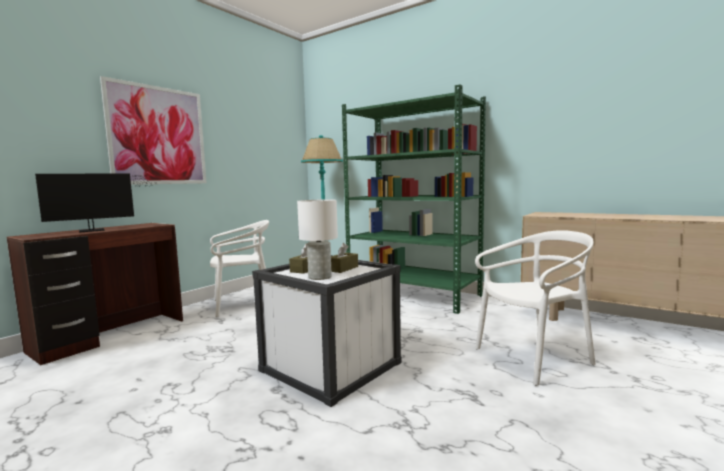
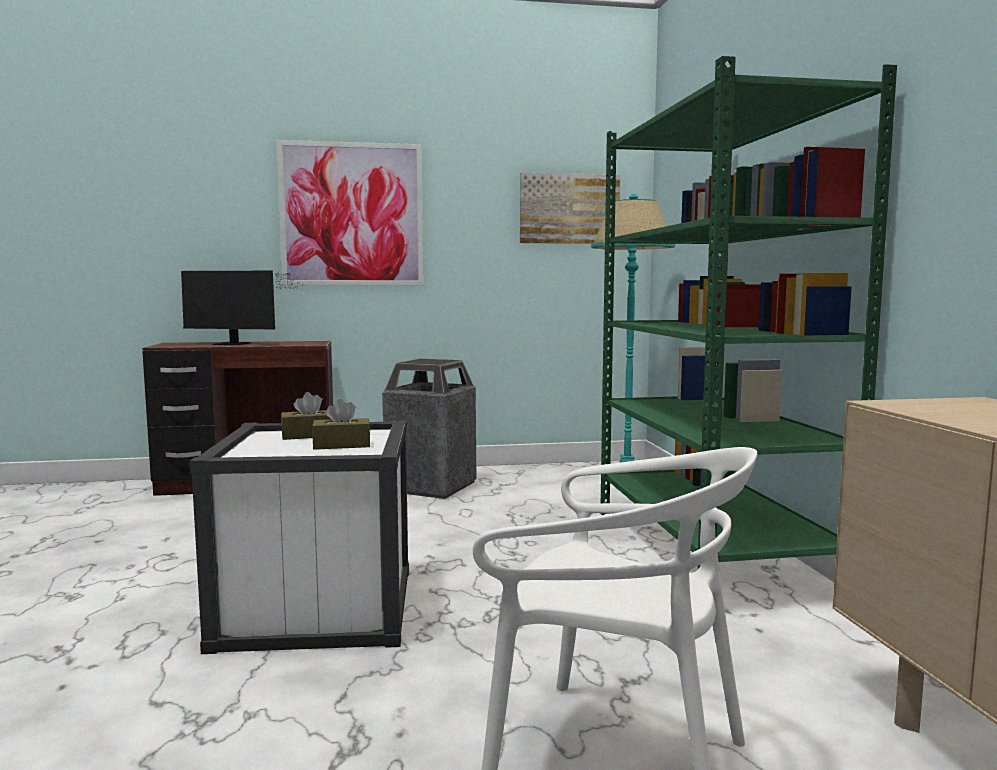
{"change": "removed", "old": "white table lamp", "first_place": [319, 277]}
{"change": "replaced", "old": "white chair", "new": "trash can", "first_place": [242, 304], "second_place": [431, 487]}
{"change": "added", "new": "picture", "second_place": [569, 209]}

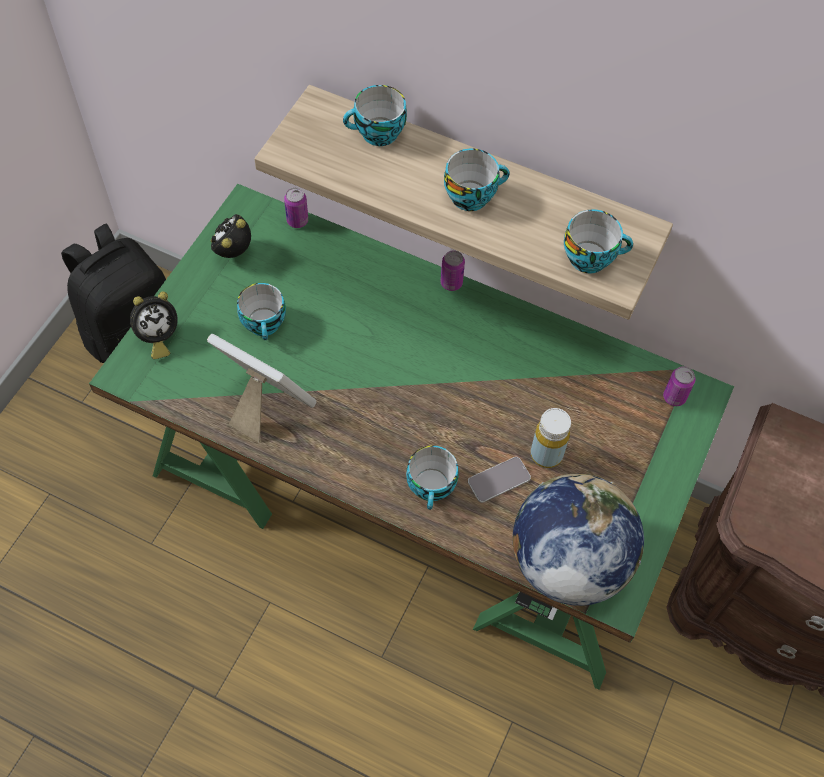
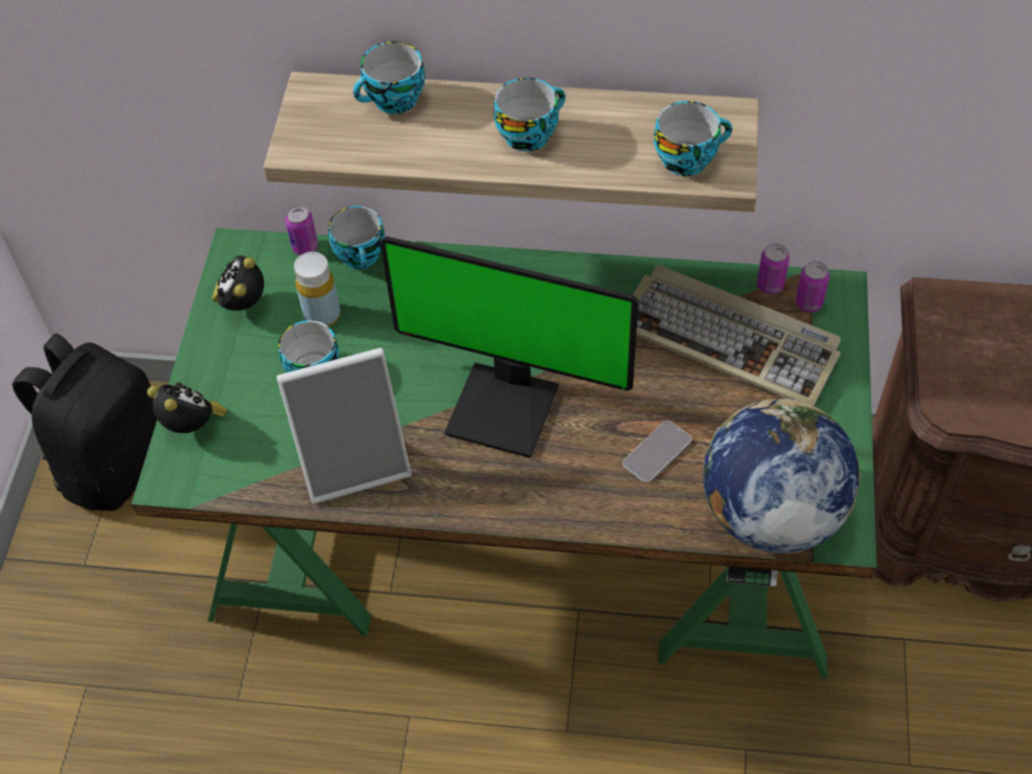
{"change": "moved", "old": "can", "first_place": [451, 283], "second_place": [770, 285]}
{"change": "turned", "old": "alarm clock", "first_place": [157, 338], "second_place": [193, 426], "degrees": -90}
{"change": "turned", "old": "picture frame", "first_place": [265, 406], "second_place": [354, 460], "degrees": 150}
{"change": "moved", "old": "yellow bottle", "first_place": [546, 454], "second_place": [322, 315]}
{"change": "moved", "old": "cup", "first_place": [432, 488], "second_place": [362, 256]}
{"change": "added", "new": "monitor", "second_place": [506, 406]}
{"change": "added", "new": "keyboard", "second_place": [730, 339]}

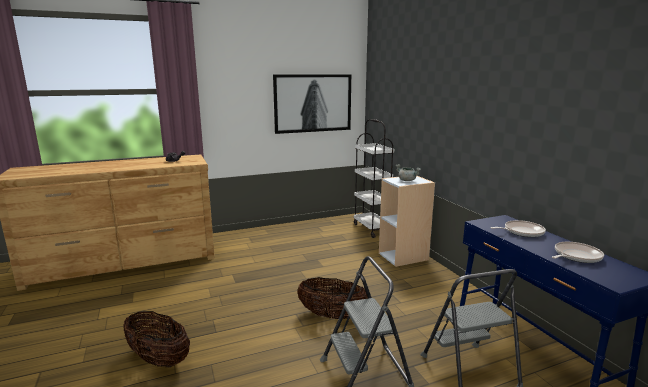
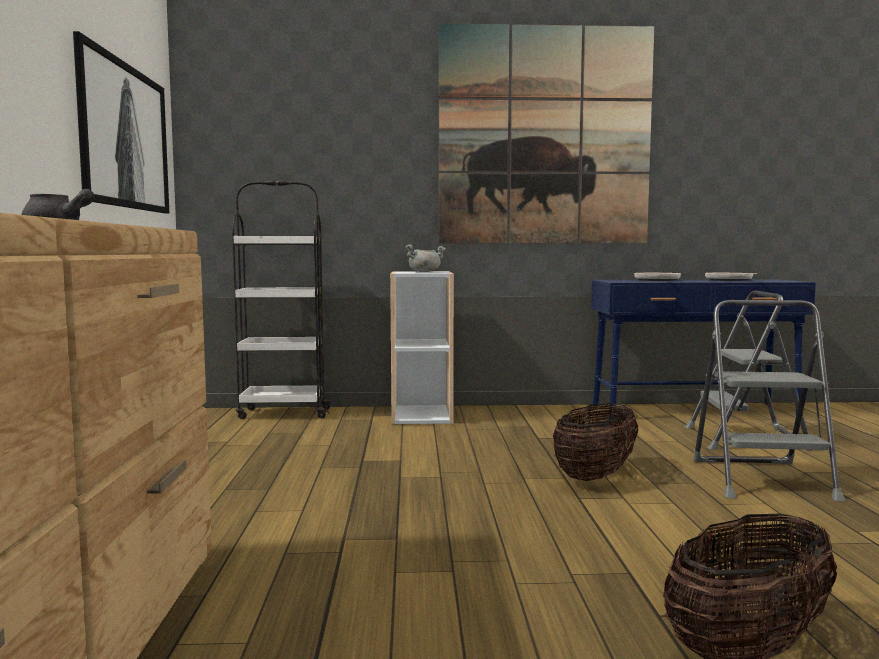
{"change": "added", "new": "picture", "second_place": [544, 136]}

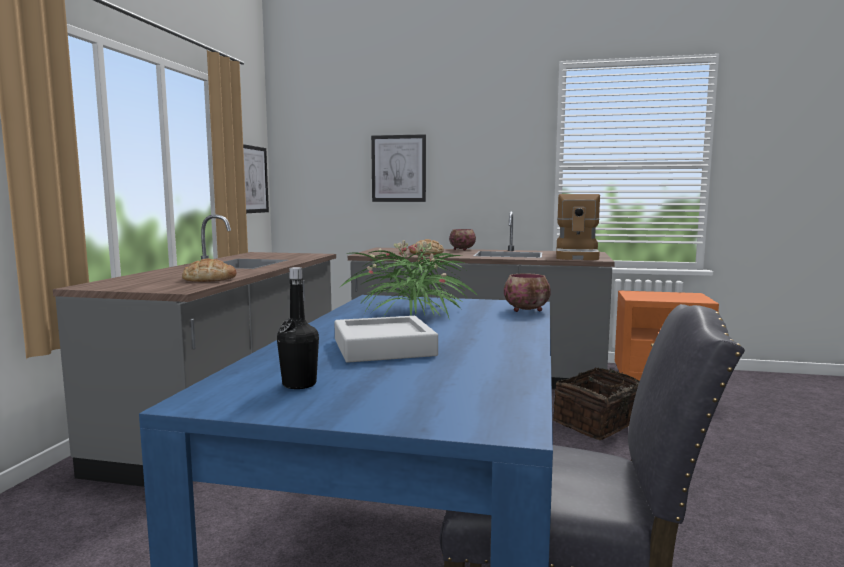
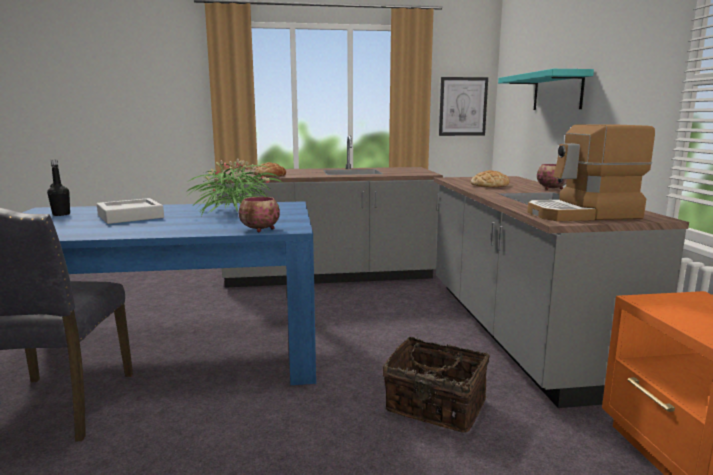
{"change": "replaced", "old": "picture", "new": "turquoise shelf", "first_place": [398, 168], "second_place": [557, 92]}

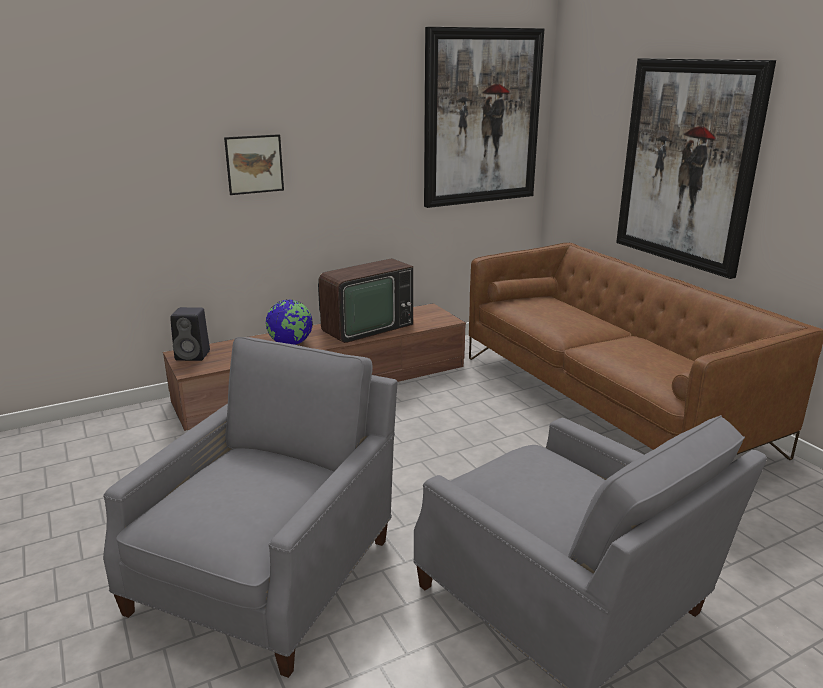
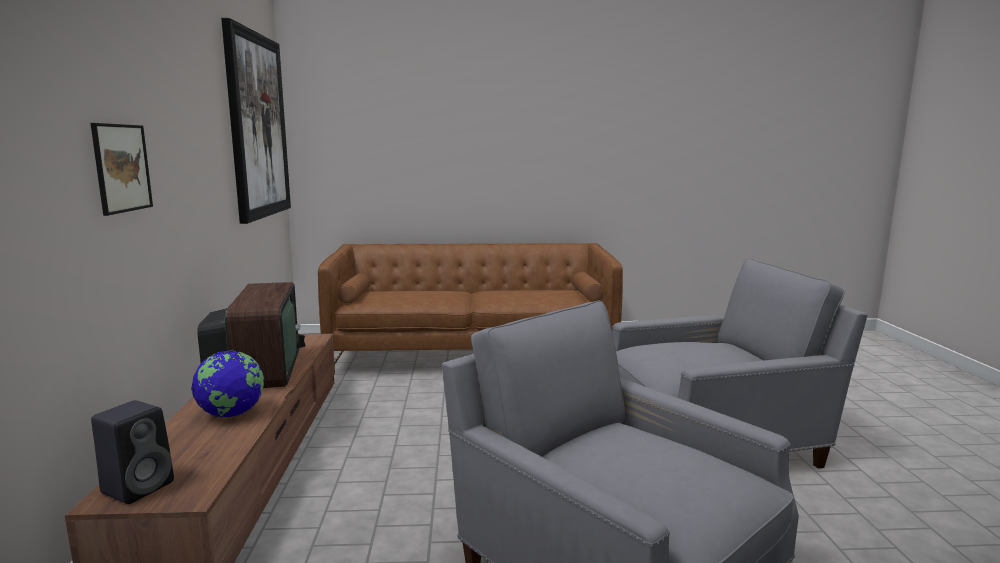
{"change": "removed", "old": "picture", "first_place": [687, 164]}

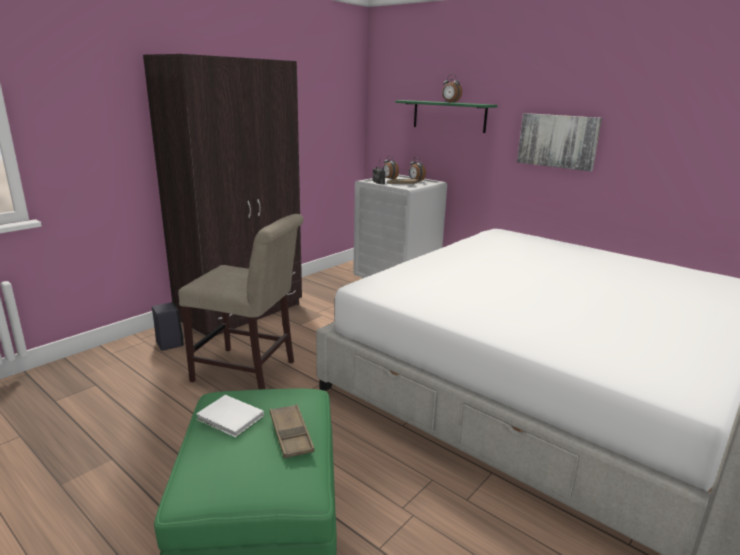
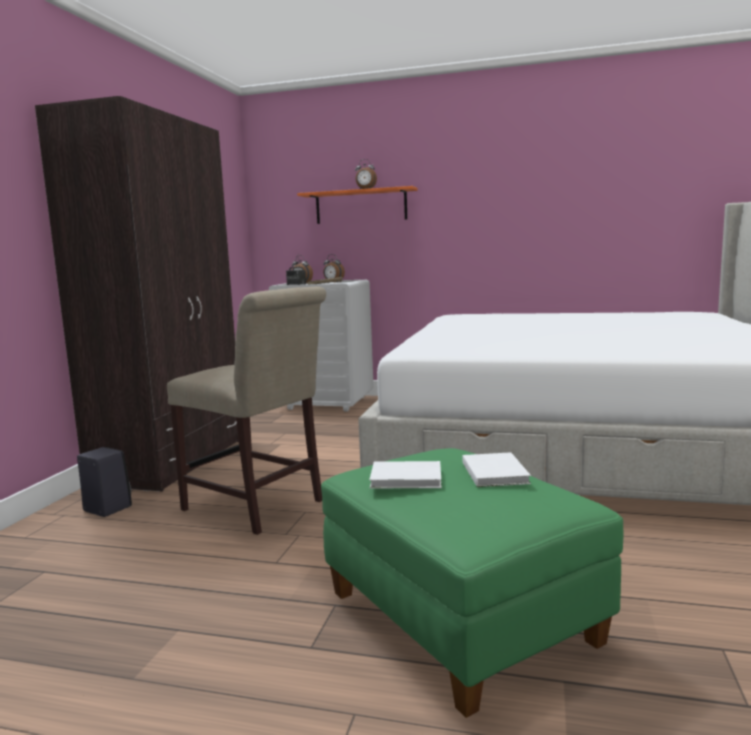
{"change": "recoloured", "old": "green shelf", "new": "orange shelf", "first_place": [449, 116], "second_place": [361, 206]}
{"change": "removed", "old": "picture", "first_place": [557, 141]}
{"change": "turned", "old": "beige chair", "first_place": [249, 372], "second_place": [258, 507], "degrees": 45}
{"change": "replaced", "old": "brown tray", "new": "white book", "first_place": [291, 435], "second_place": [495, 472]}

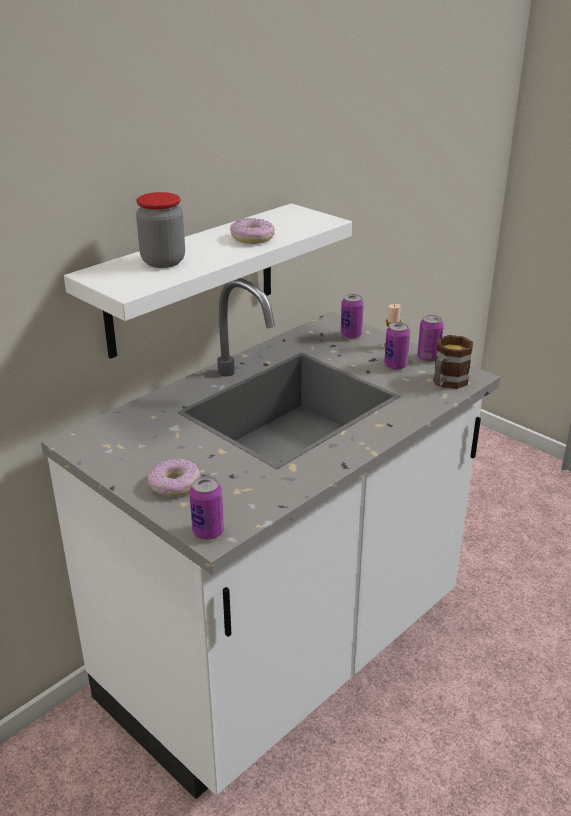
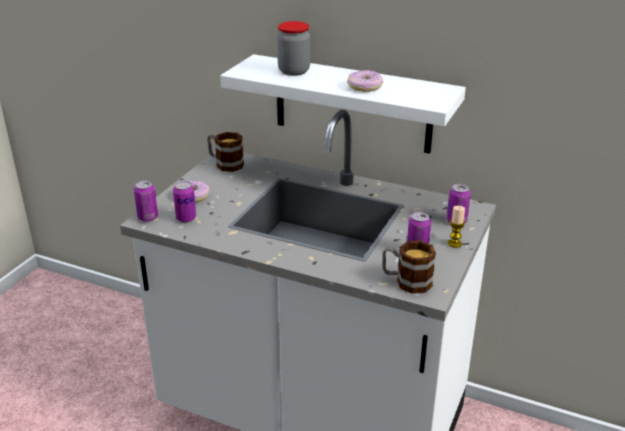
{"change": "moved", "old": "can", "first_place": [428, 358], "second_place": [186, 218]}
{"change": "added", "new": "mug", "second_place": [225, 164]}

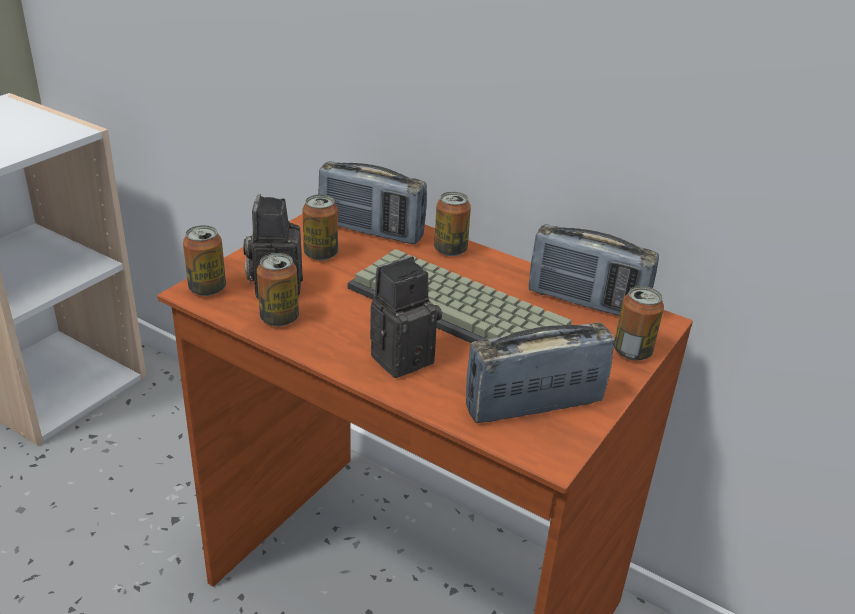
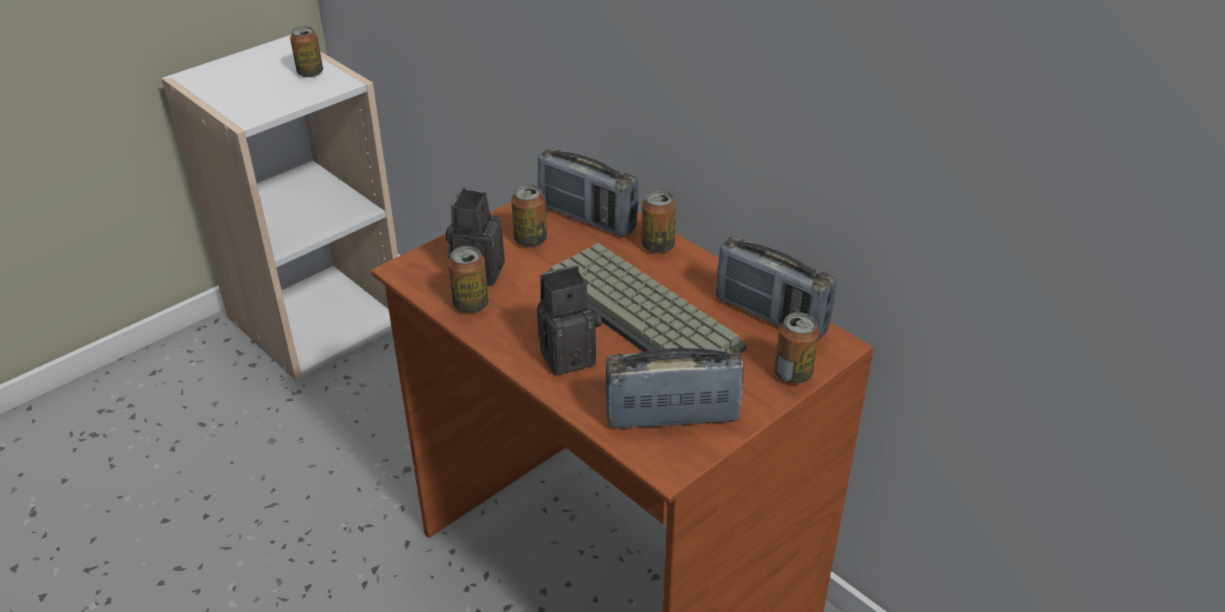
{"change": "moved", "old": "can", "first_place": [207, 288], "second_place": [310, 73]}

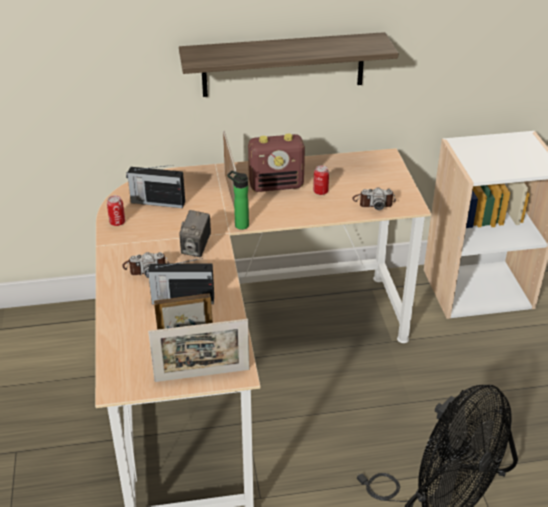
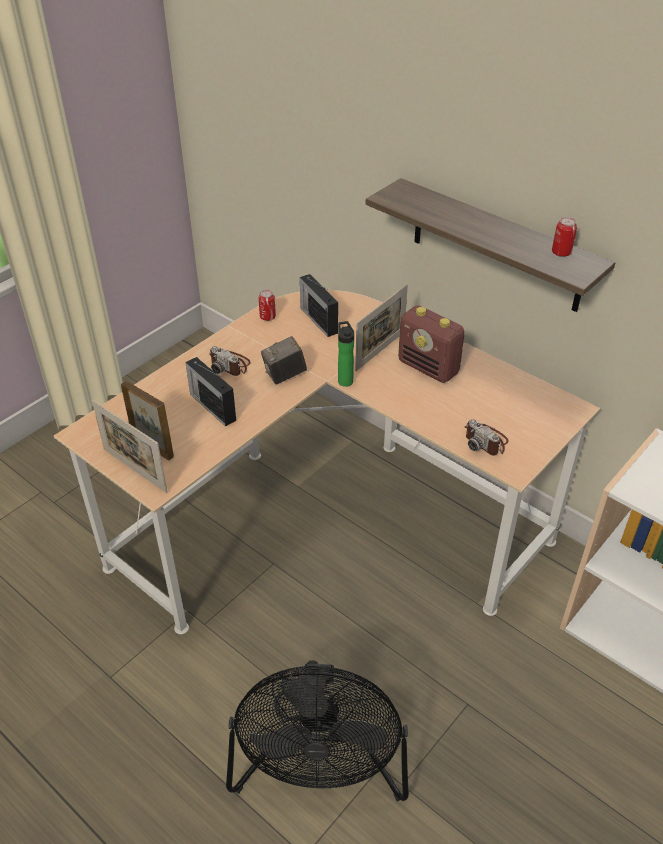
{"change": "moved", "old": "can", "first_place": [320, 191], "second_place": [561, 252]}

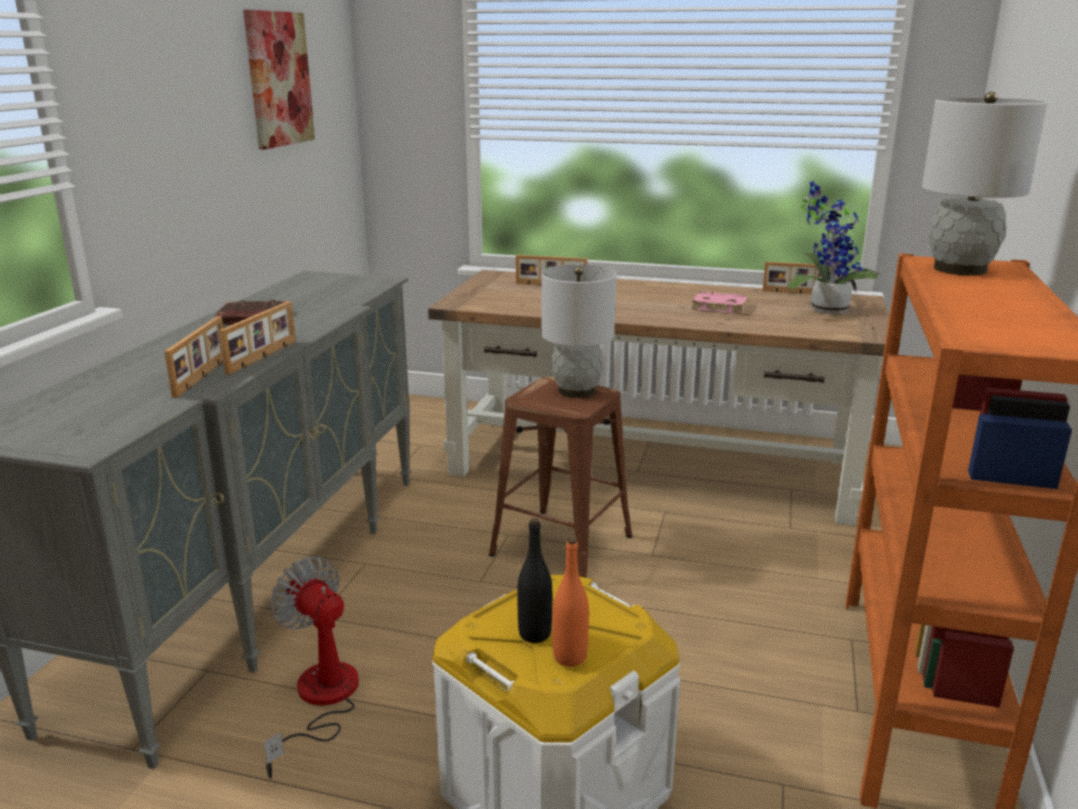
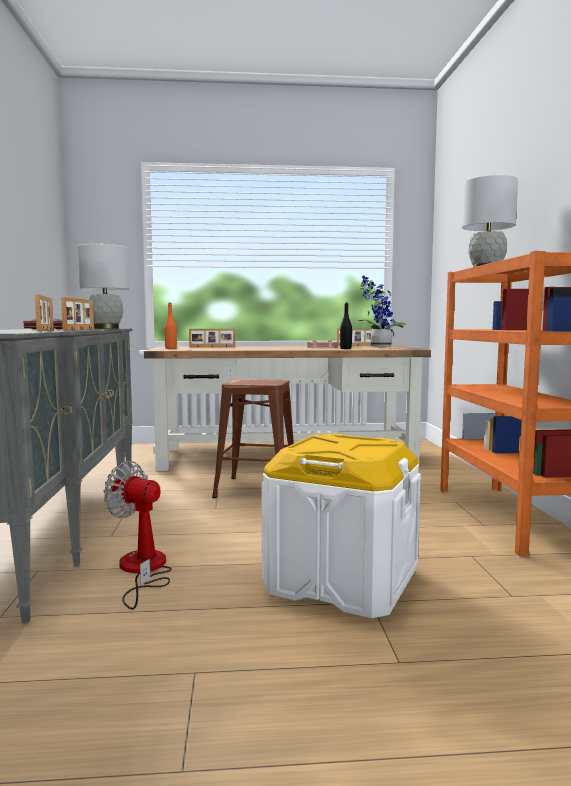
{"change": "removed", "old": "picture", "first_place": [278, 79]}
{"change": "moved", "old": "white table lamp", "first_place": [576, 391], "second_place": [106, 328]}
{"change": "moved", "old": "black bottle", "first_place": [534, 634], "second_place": [345, 348]}
{"change": "moved", "old": "orange bottle", "first_place": [570, 657], "second_place": [171, 348]}

